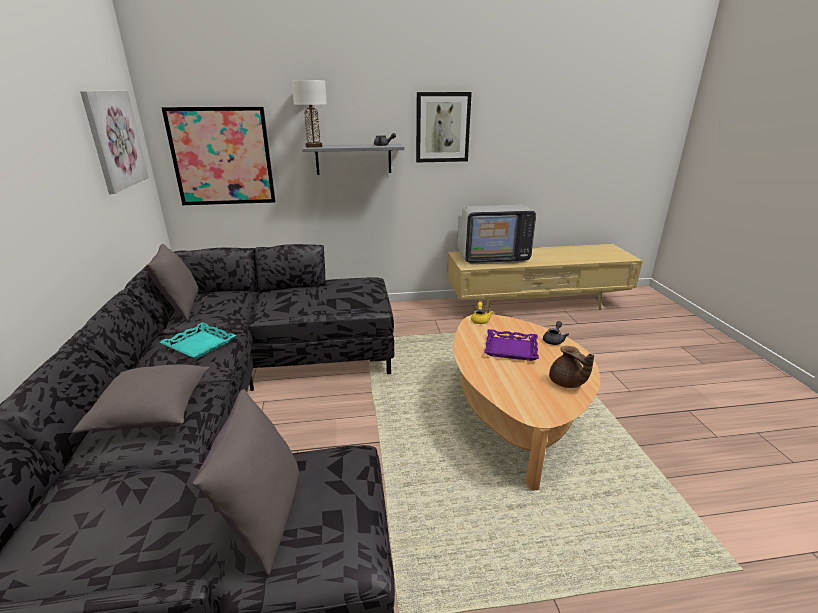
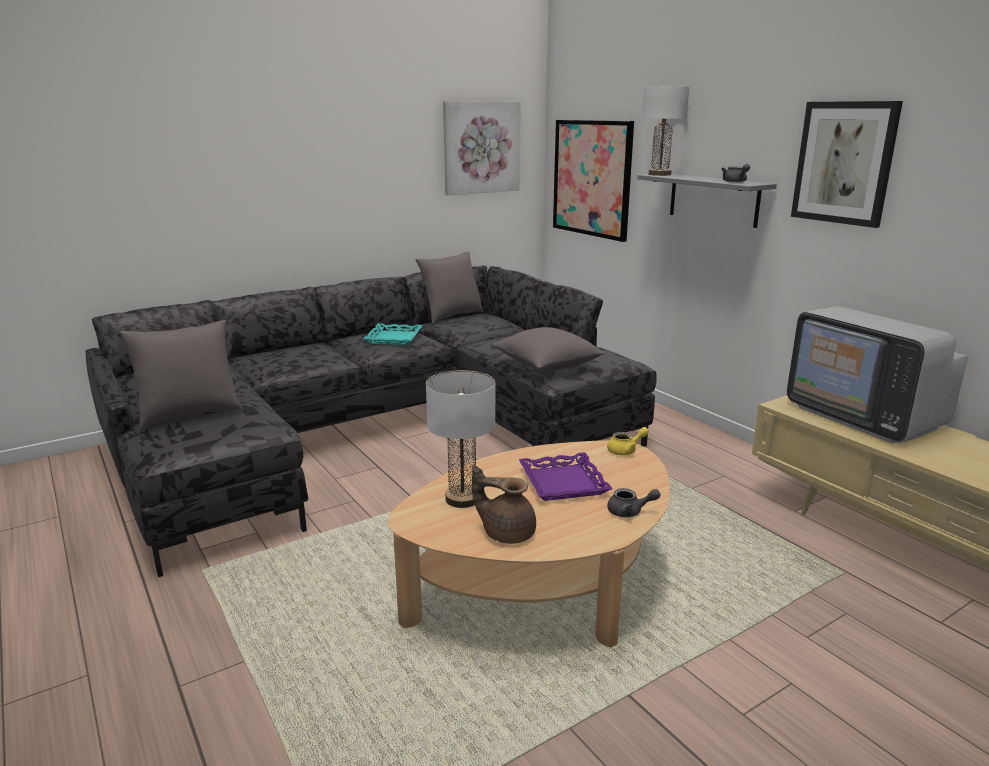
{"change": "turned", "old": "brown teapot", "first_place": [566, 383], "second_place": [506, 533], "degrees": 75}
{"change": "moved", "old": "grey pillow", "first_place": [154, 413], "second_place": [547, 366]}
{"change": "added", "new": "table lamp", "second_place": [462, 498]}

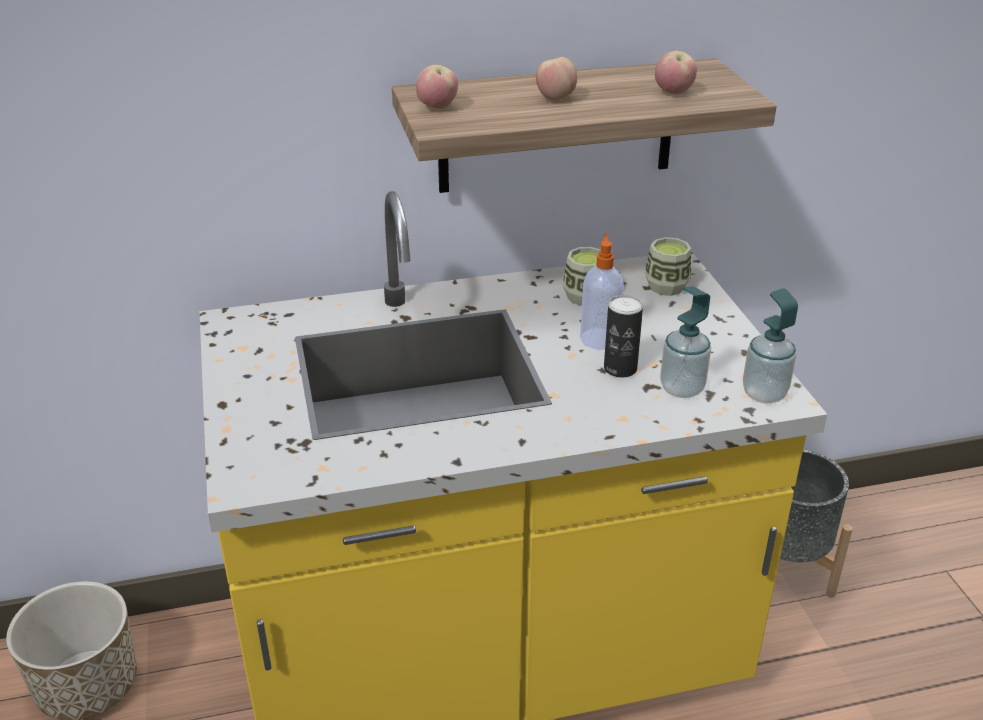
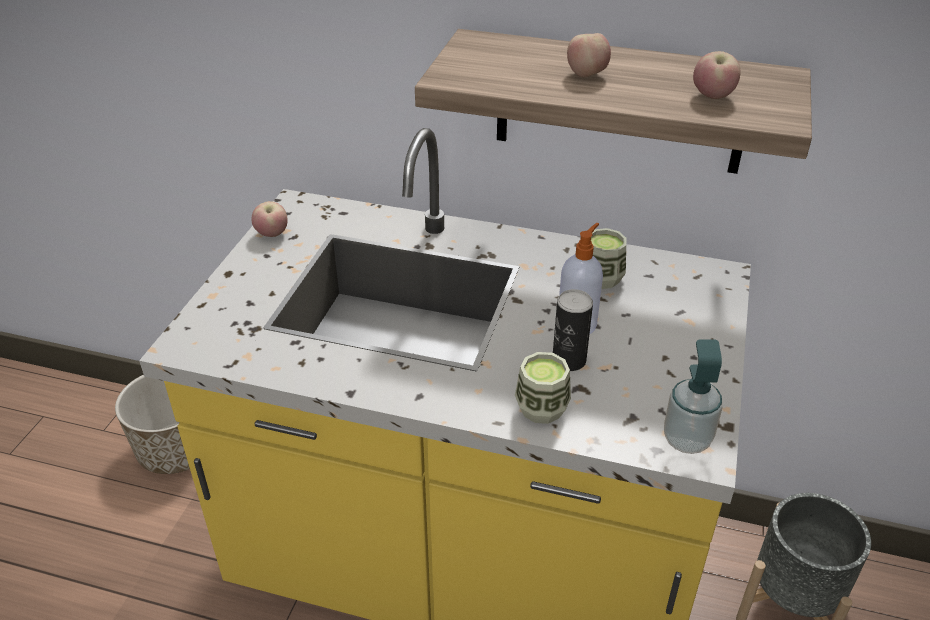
{"change": "moved", "old": "apple", "first_place": [437, 108], "second_place": [272, 234]}
{"change": "moved", "old": "cup", "first_place": [666, 287], "second_place": [541, 408]}
{"change": "removed", "old": "soap dispenser", "first_place": [682, 388]}

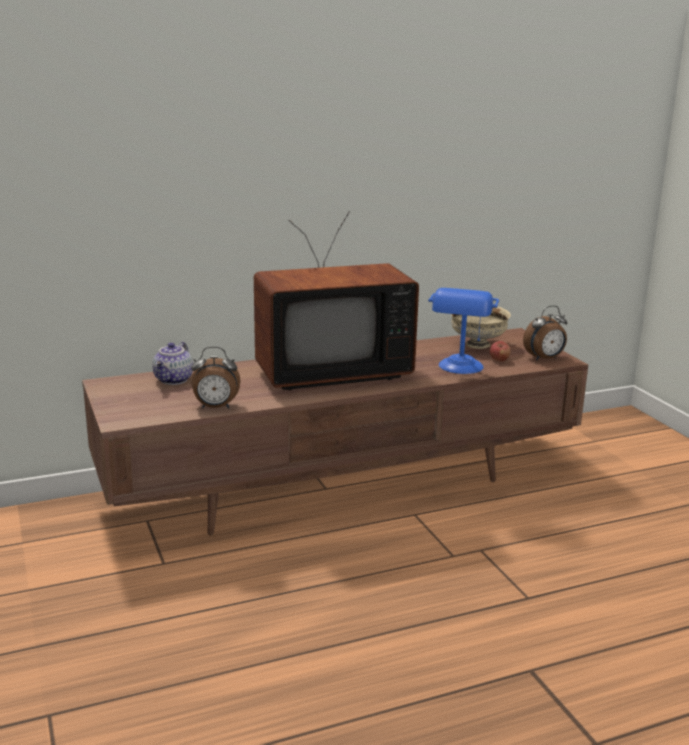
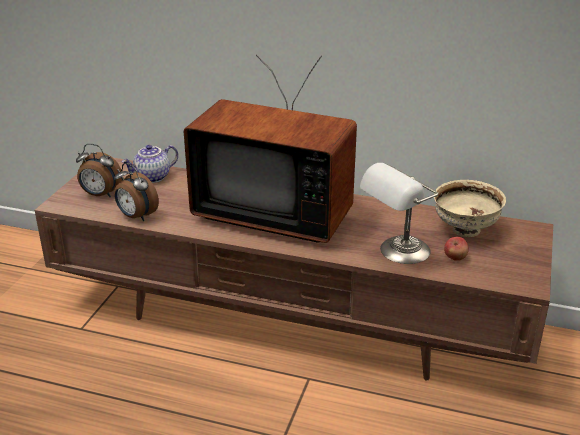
{"change": "recoloured", "old": "blue table lamp", "new": "white table lamp", "first_place": [460, 369], "second_place": [398, 254]}
{"change": "moved", "old": "alarm clock", "first_place": [544, 359], "second_place": [100, 195]}

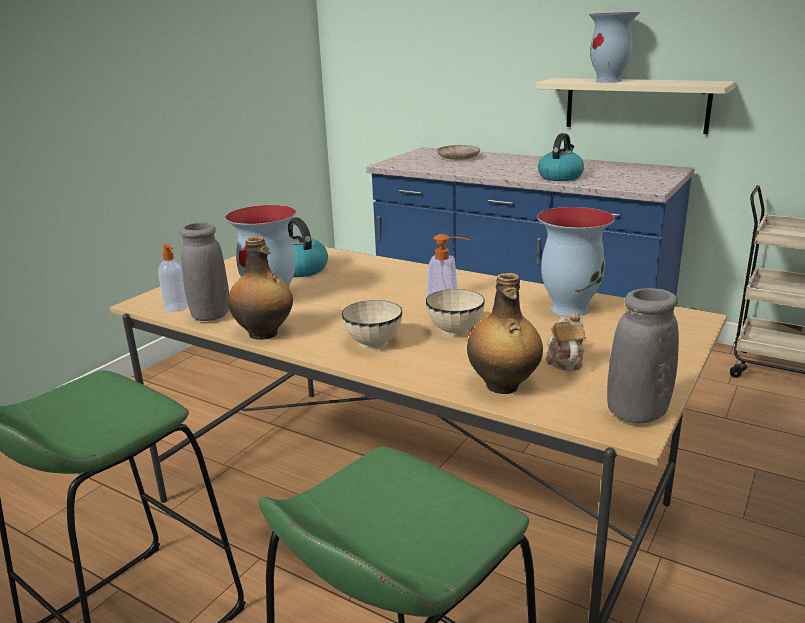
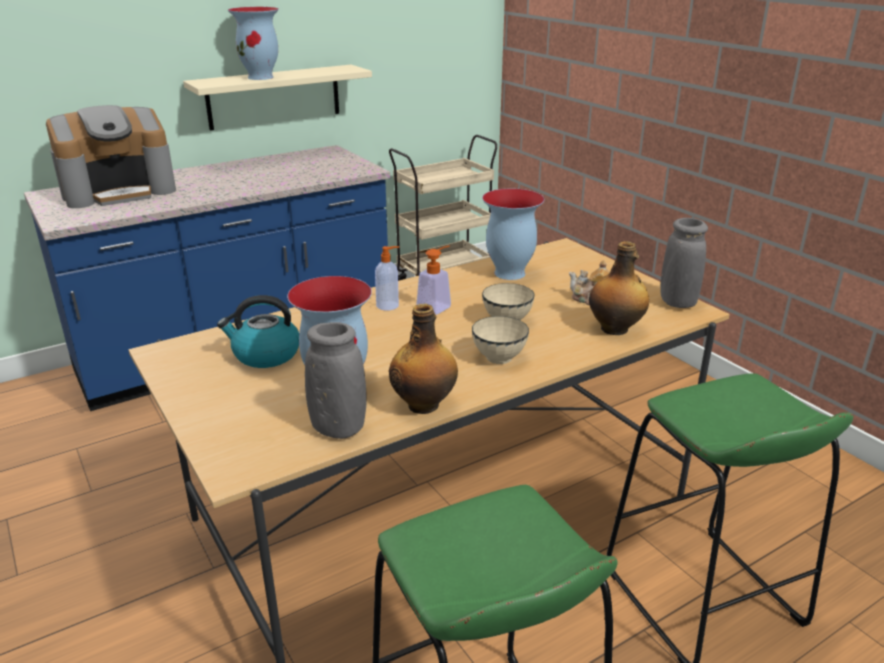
{"change": "removed", "old": "kettle", "first_place": [560, 177]}
{"change": "replaced", "old": "beige plate", "new": "coffee machine", "first_place": [458, 158], "second_place": [119, 191]}
{"change": "moved", "old": "soap dispenser", "first_place": [177, 307], "second_place": [388, 305]}

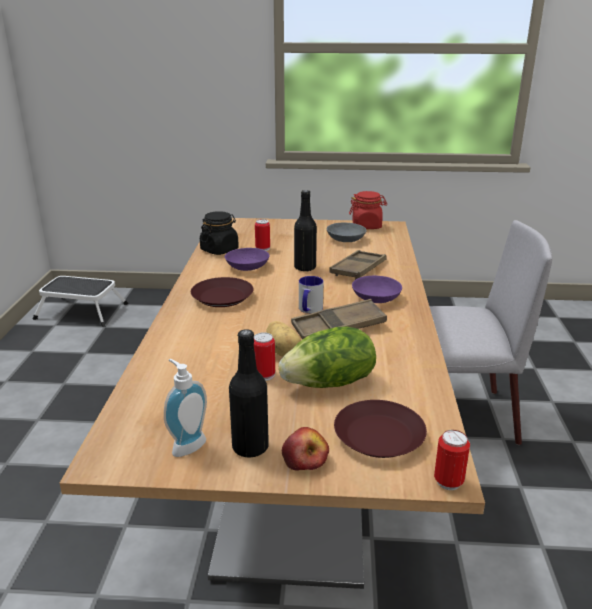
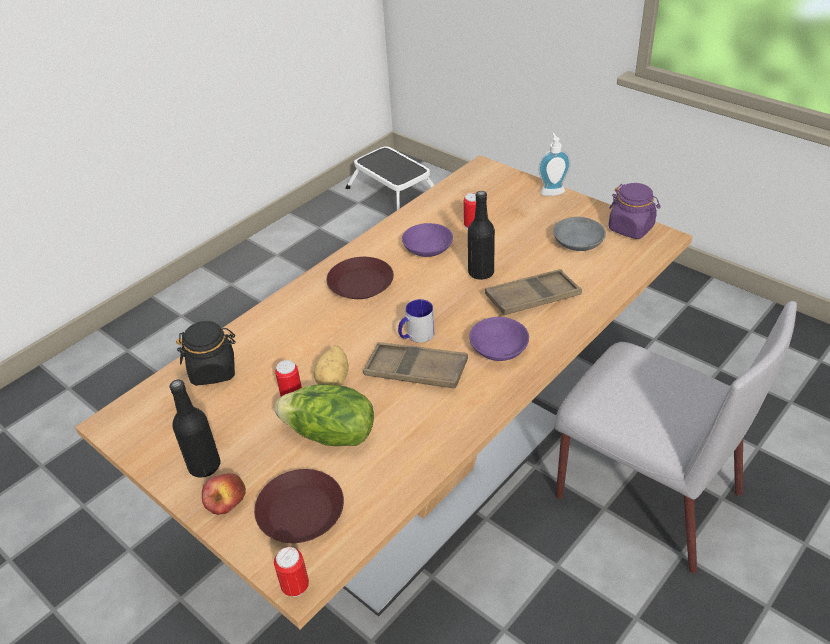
{"change": "recoloured", "old": "red jar", "new": "purple jar", "first_place": [367, 226], "second_place": [631, 228]}
{"change": "moved", "old": "black jar", "first_place": [219, 250], "second_place": [213, 370]}
{"change": "moved", "old": "soap dispenser", "first_place": [186, 445], "second_place": [551, 191]}

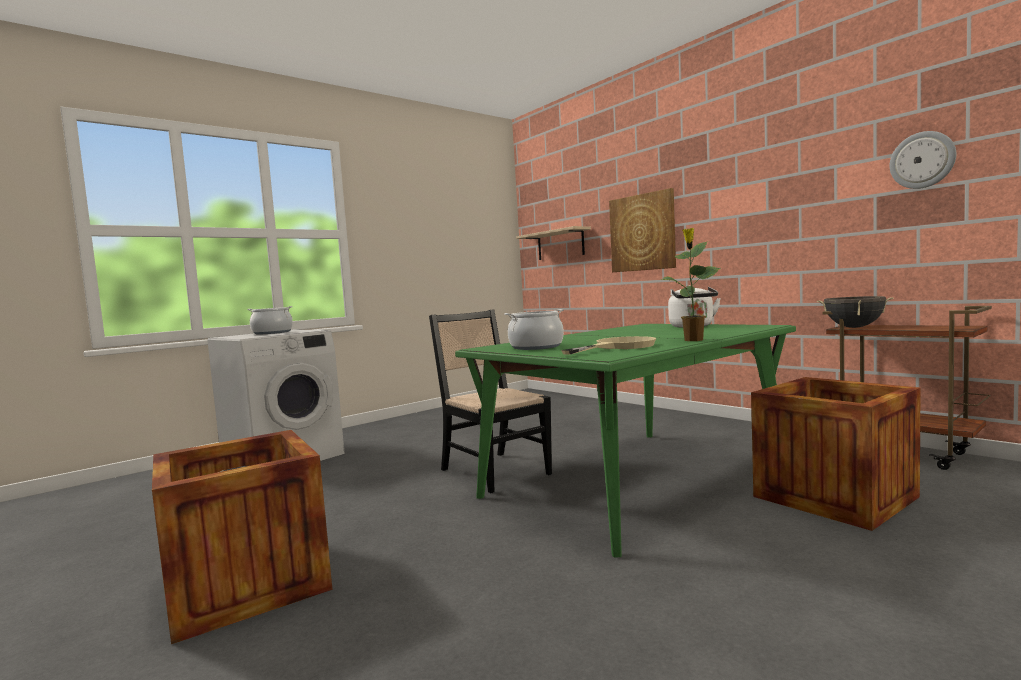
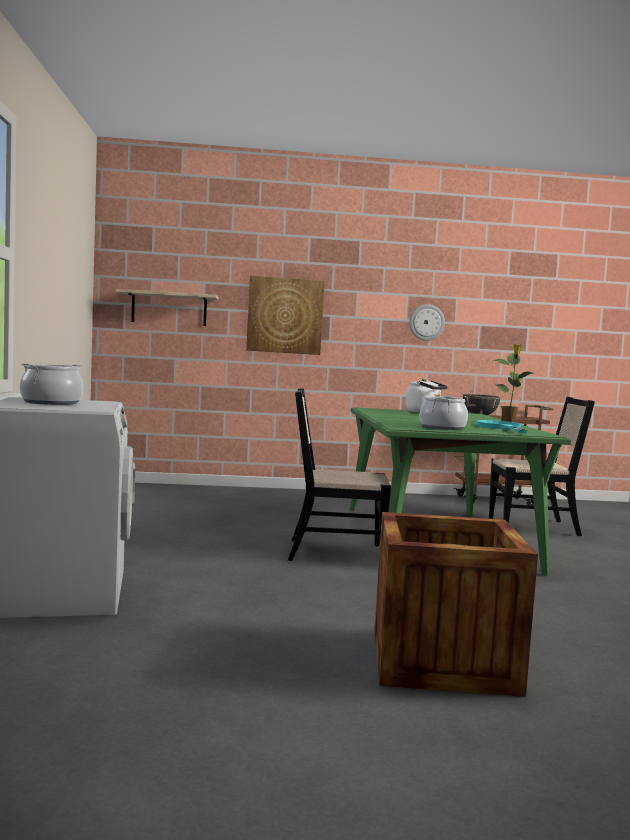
{"change": "moved", "old": "wall clock", "first_place": [922, 160], "second_place": [426, 322]}
{"change": "recoloured", "old": "beige frying pan", "new": "turquoise frying pan", "first_place": [618, 347], "second_place": [501, 428]}
{"change": "replaced", "old": "crate", "new": "chair", "first_place": [834, 496], "second_place": [533, 527]}

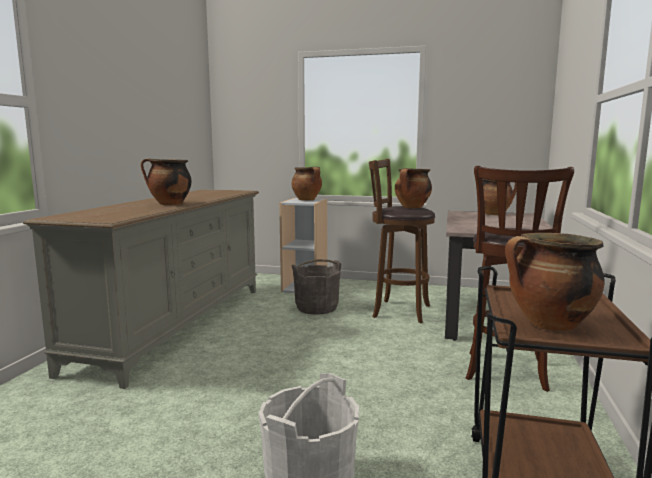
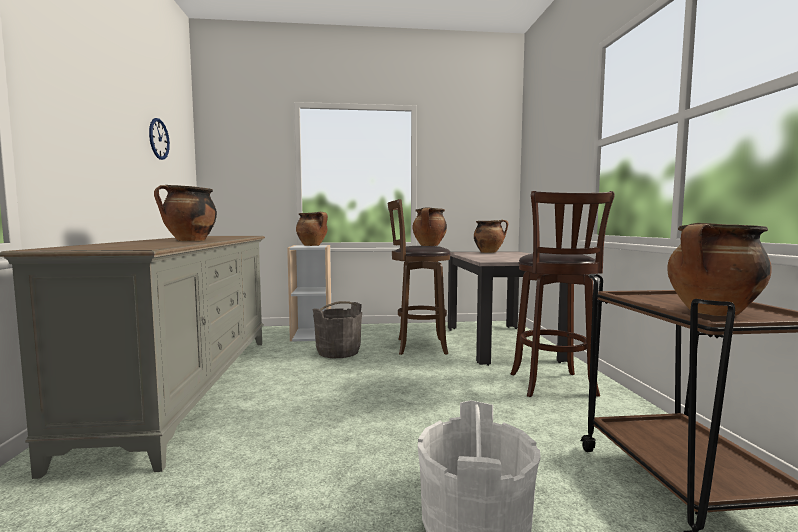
{"change": "added", "new": "wall clock", "second_place": [158, 139]}

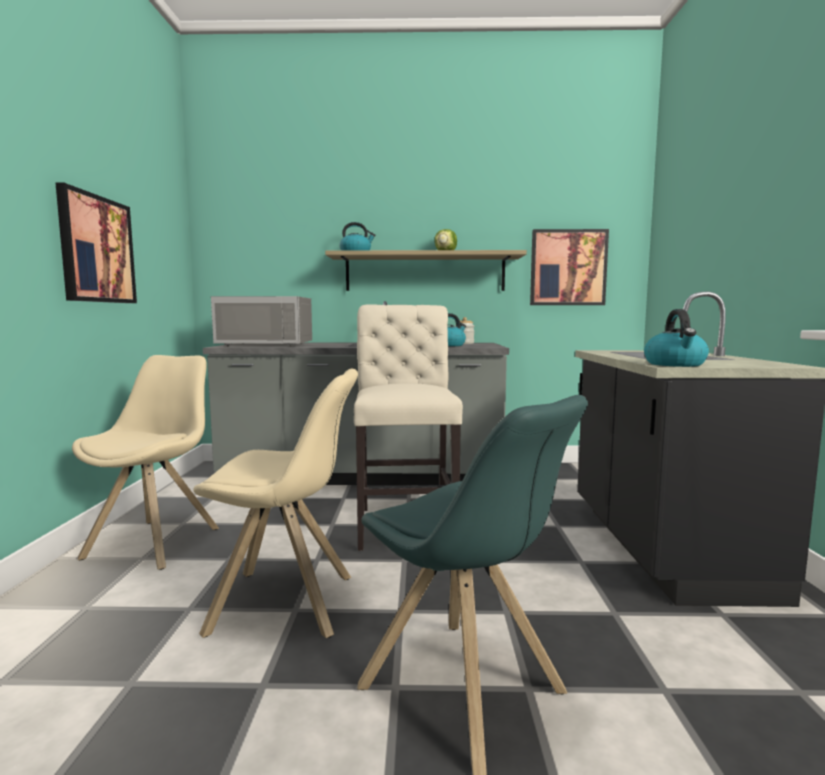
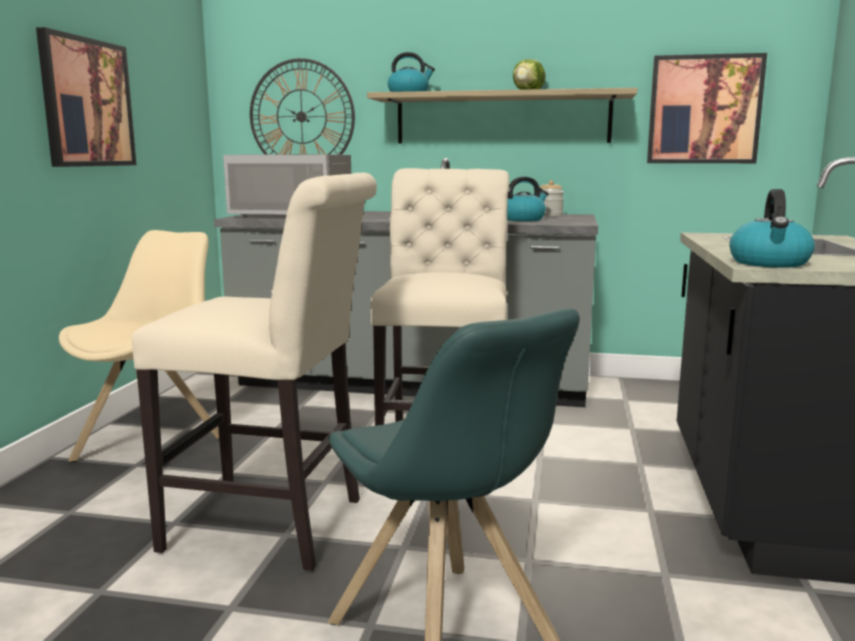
{"change": "replaced", "old": "beige chair", "new": "beige stool", "first_place": [284, 603], "second_place": [275, 527]}
{"change": "added", "new": "wall clock", "second_place": [301, 116]}

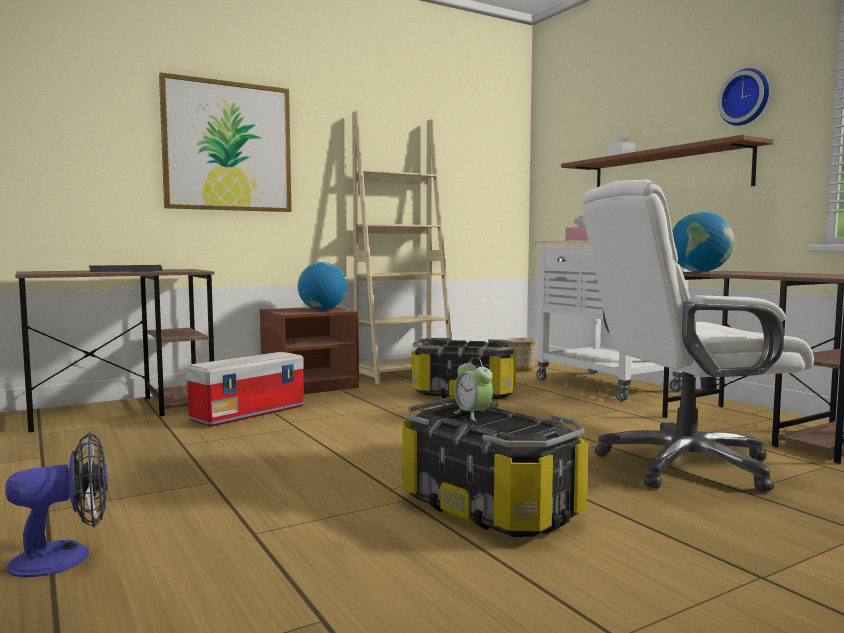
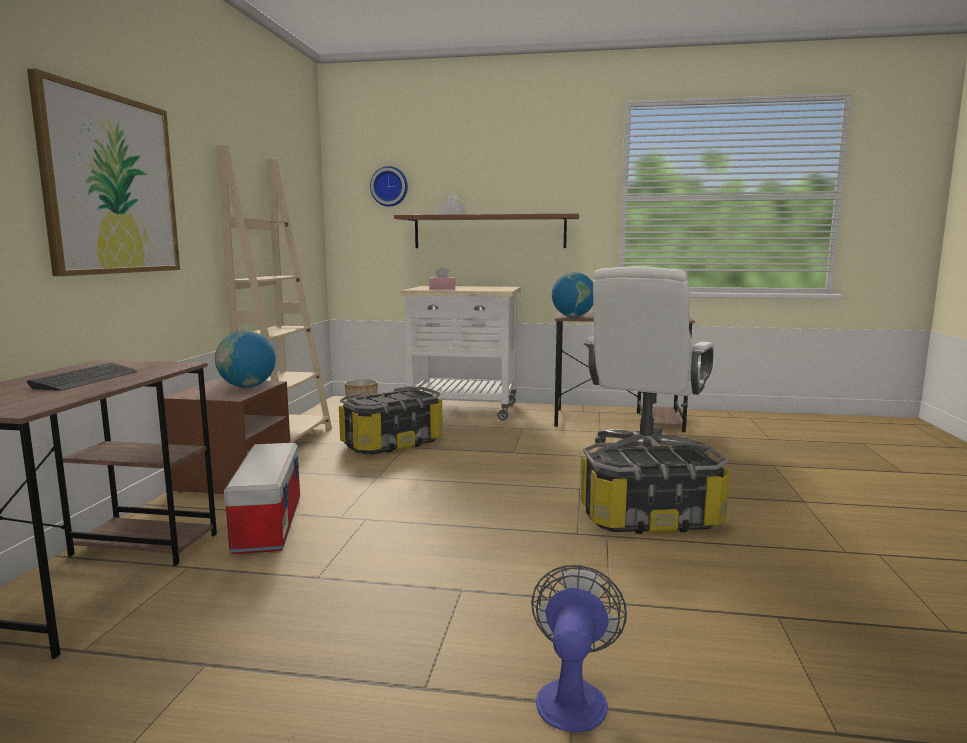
{"change": "moved", "old": "wall clock", "first_place": [746, 97], "second_place": [389, 186]}
{"change": "removed", "old": "alarm clock", "first_place": [473, 415]}

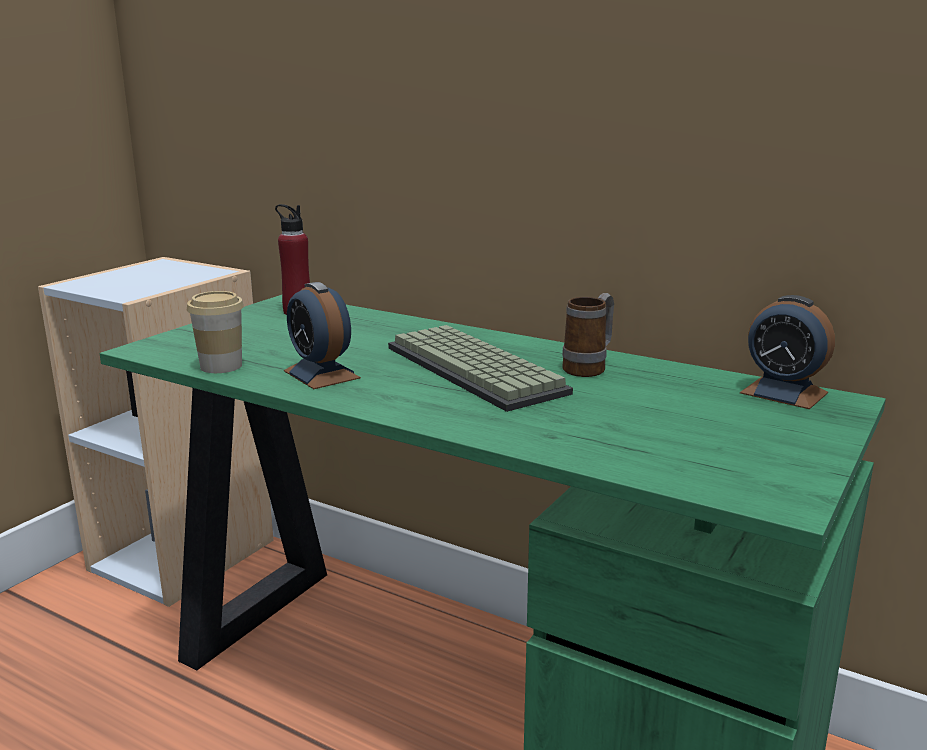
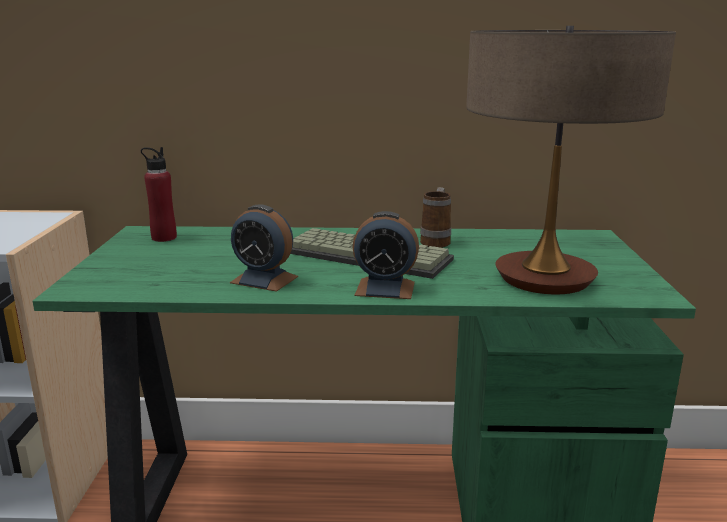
{"change": "removed", "old": "cup", "first_place": [221, 366]}
{"change": "moved", "old": "alarm clock", "first_place": [783, 393], "second_place": [385, 289]}
{"change": "added", "new": "table lamp", "second_place": [544, 278]}

